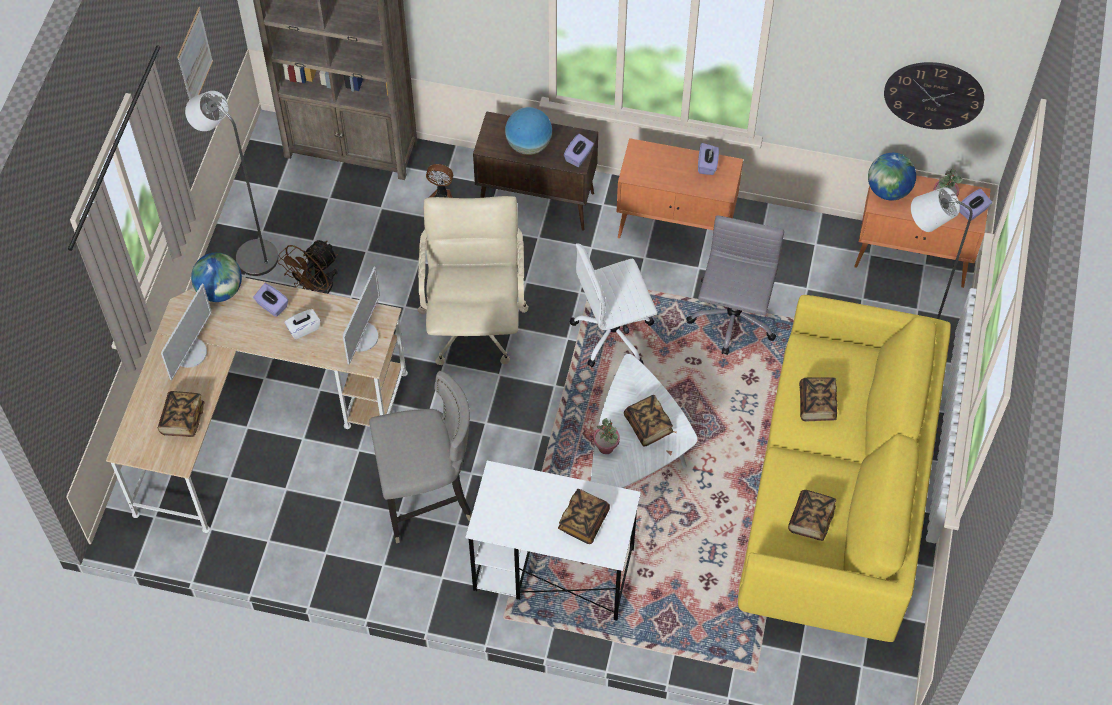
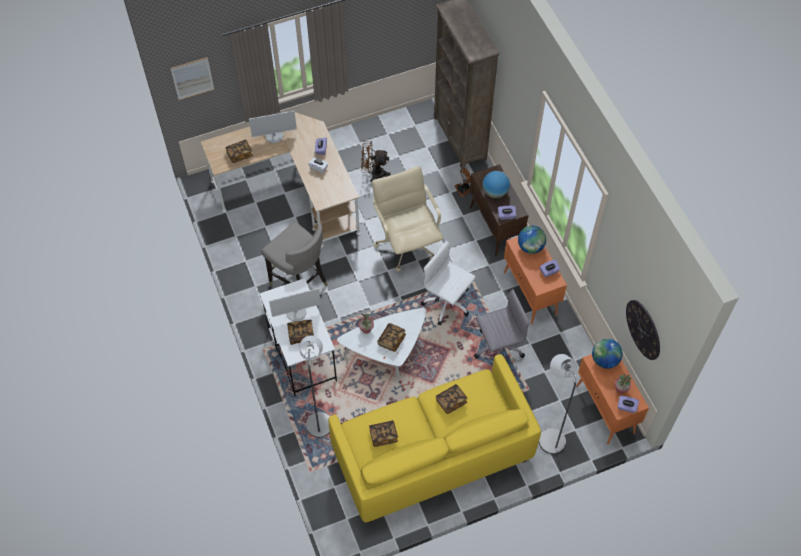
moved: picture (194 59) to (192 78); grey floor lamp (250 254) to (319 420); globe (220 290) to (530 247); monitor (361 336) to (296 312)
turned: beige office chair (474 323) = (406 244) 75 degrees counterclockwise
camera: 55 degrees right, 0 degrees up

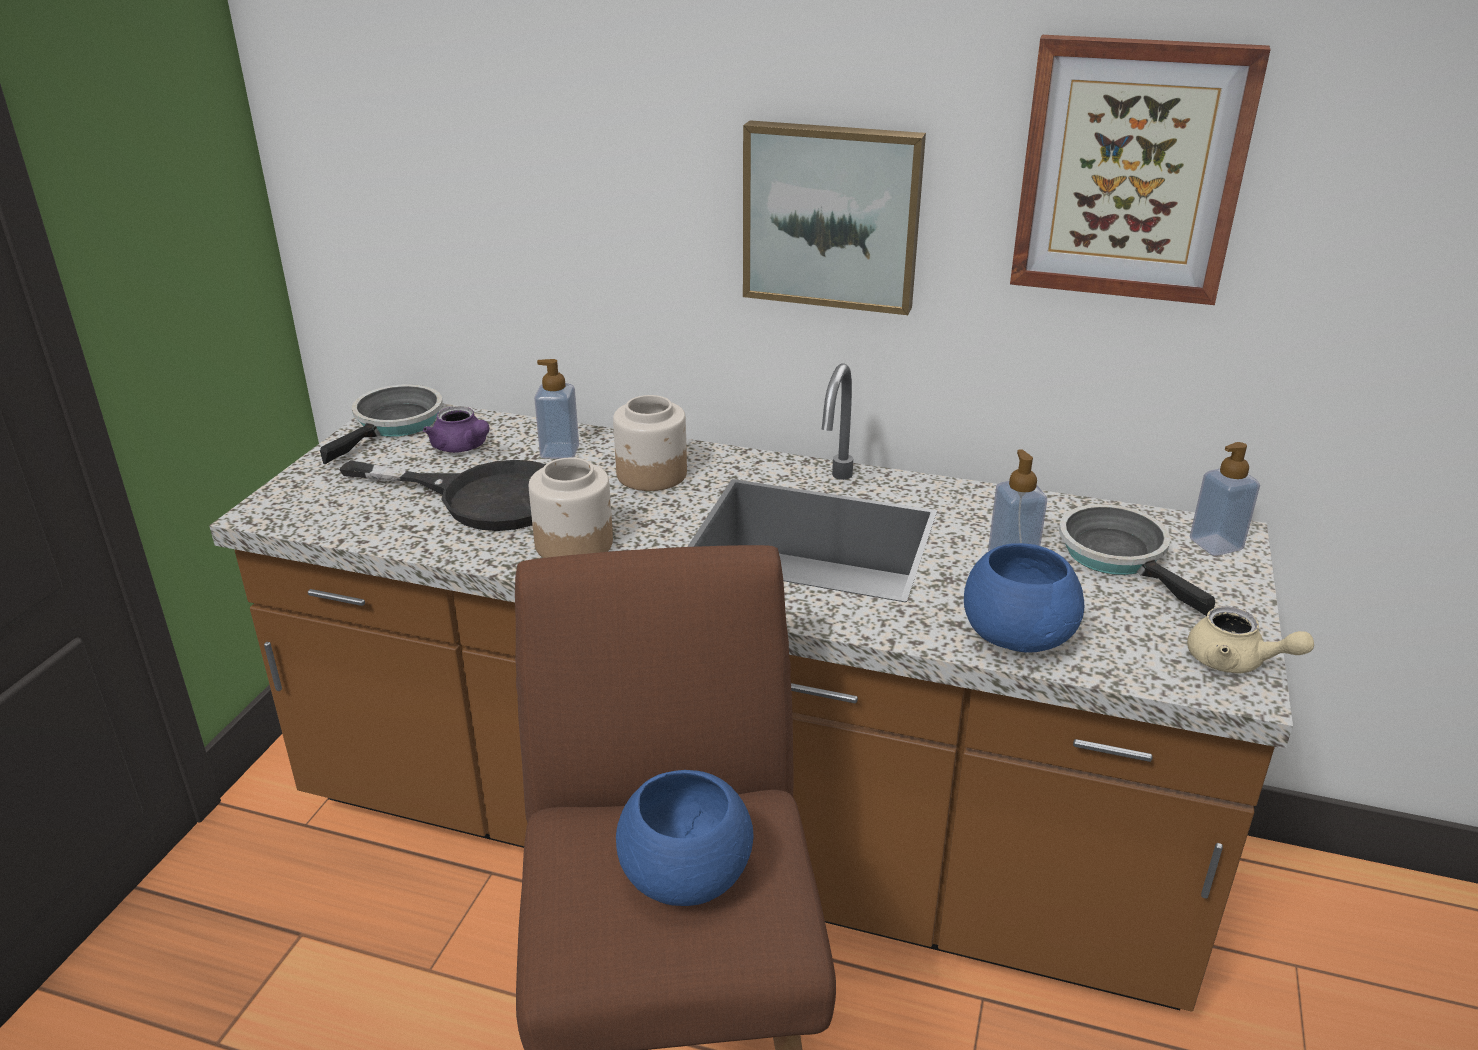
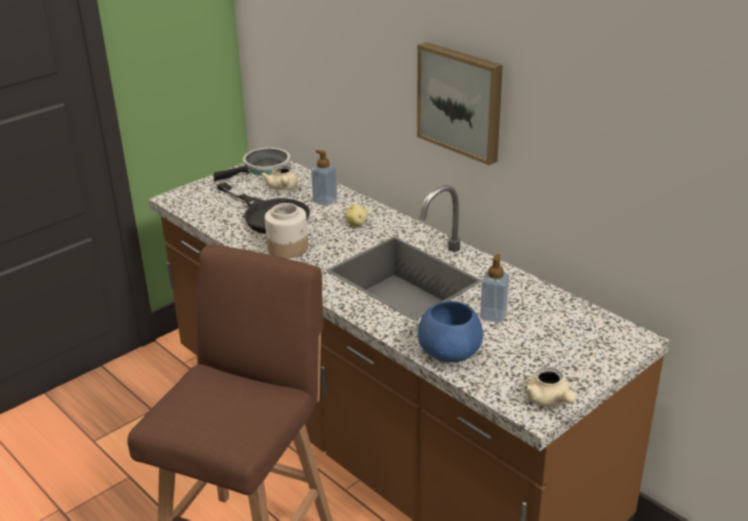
removed: blue bowl (685 876); picture (1130 170); frying pan (1119 556); soap dispenser (1215 544)
replaced: jar (651 475) to potato (357 224)
recoloured: purple teapot (462 448) to beige teapot (282 188)
camera: 30 degrees right, 0 degrees up

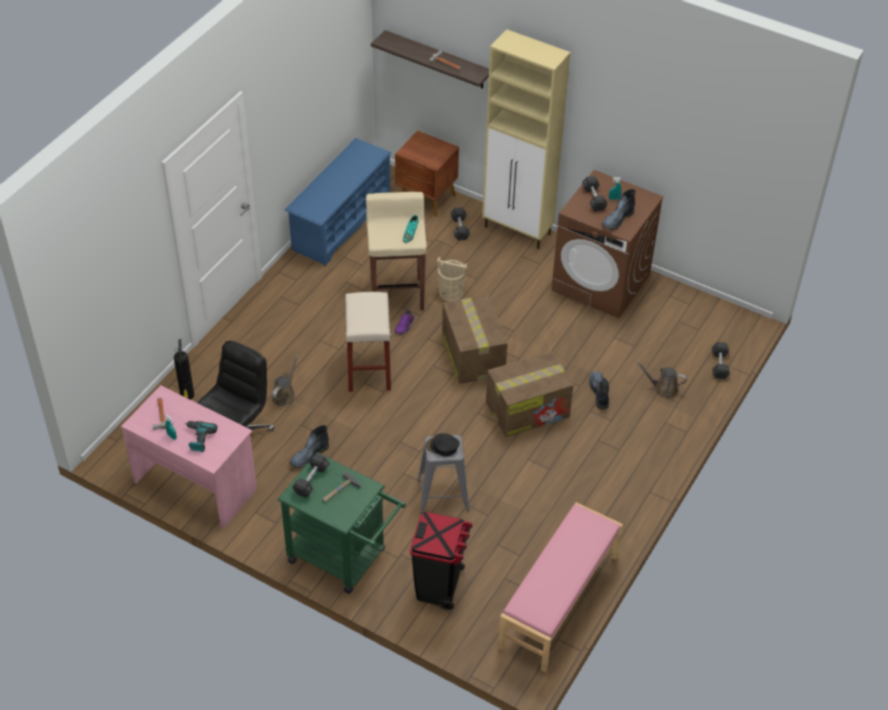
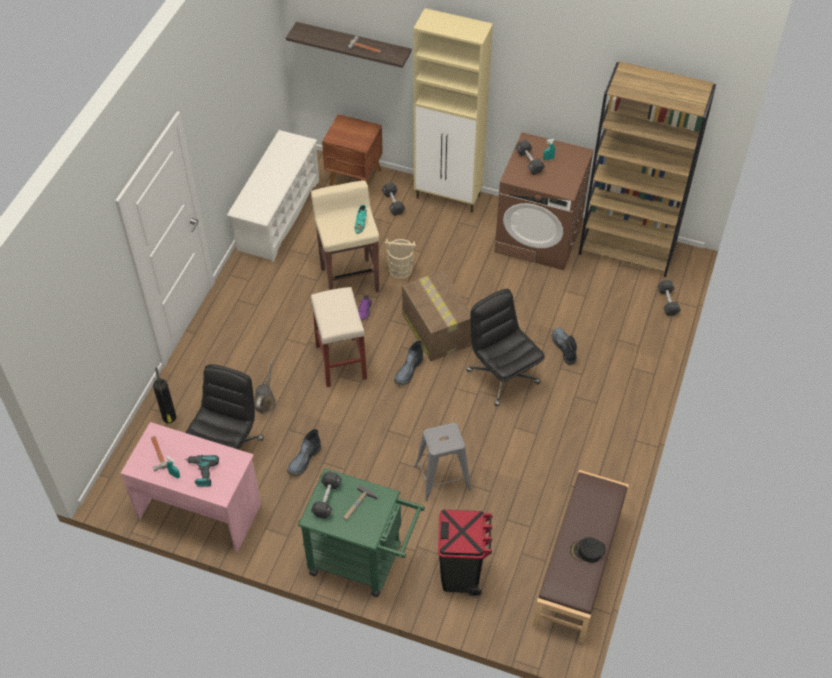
removed: brown watering can (663 389)
added: brown bookcase (628 249)
moved: black cap (442 447) to (587 551); boot (617 220) to (408 371)
replaced: cardboard box (528 409) to black office chair (502 376)
recoloured: blue shoe rack (341 223) to white shoe rack (278 215); pink bench (559 602) to brown bench (579 567)
camera: 10 degrees left, 5 degrees up

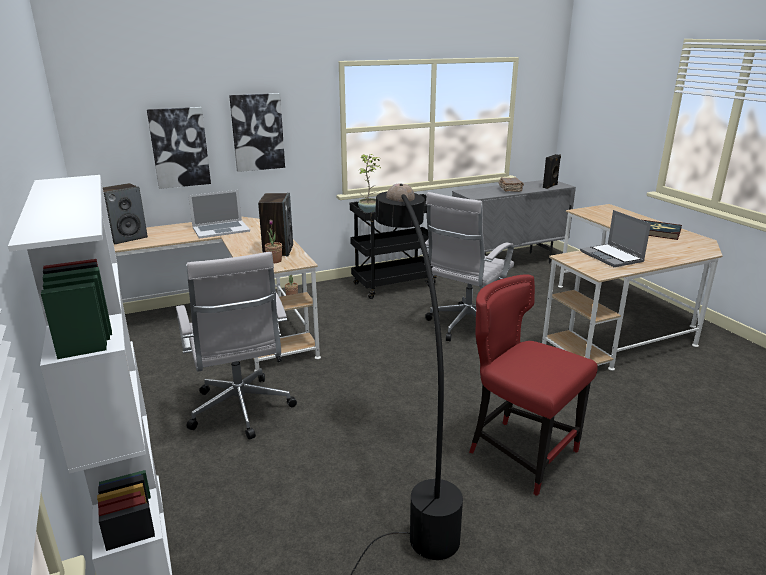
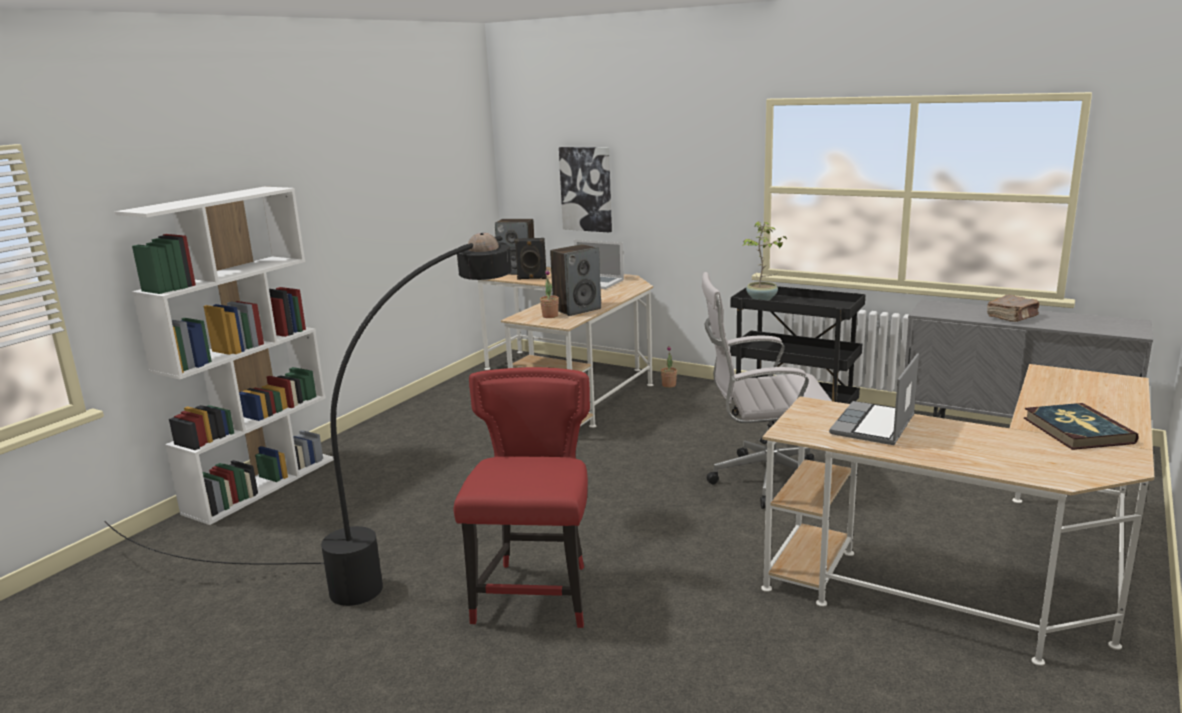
removed: white office chair (241 411); picture (257 132)
moved: black speaker (550 186) to (532 278)
camera: 55 degrees right, 5 degrees down

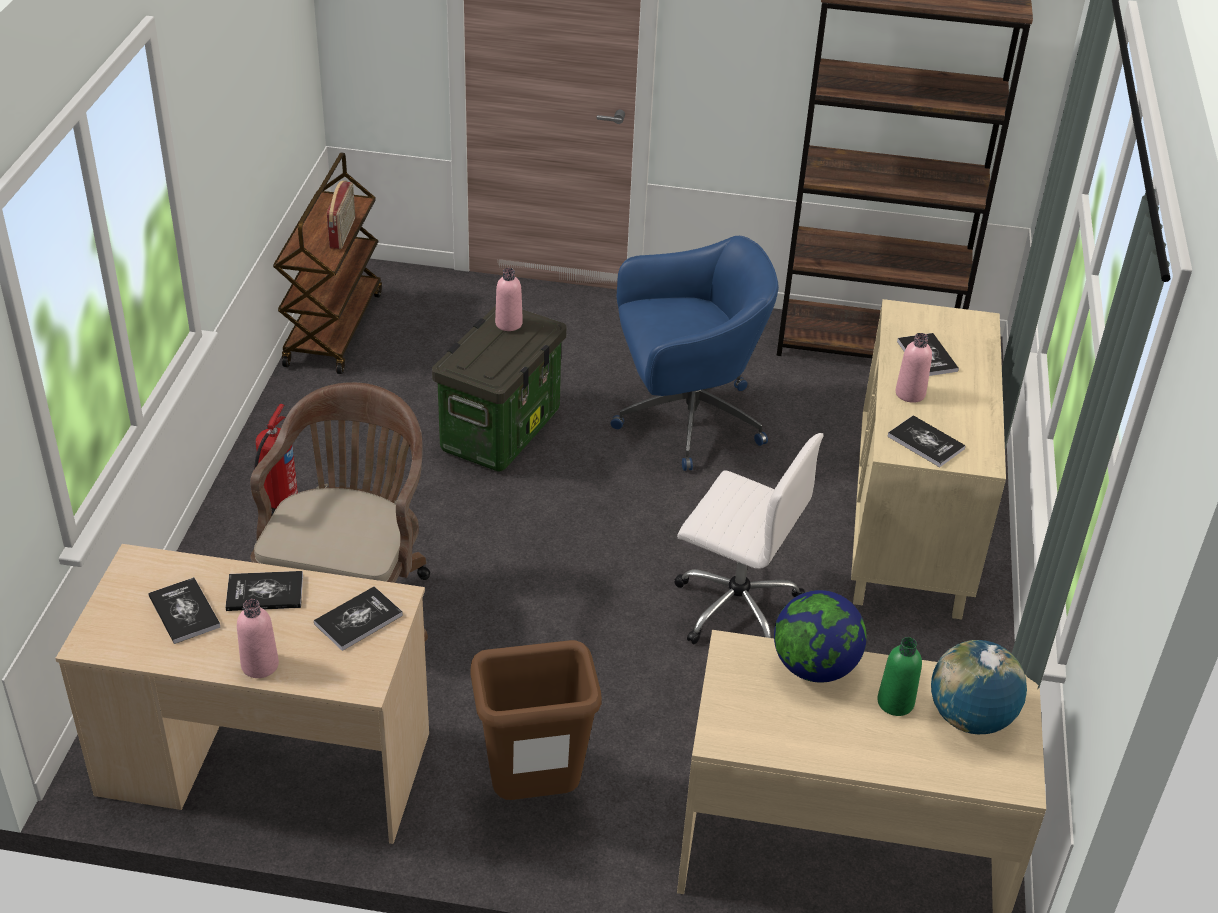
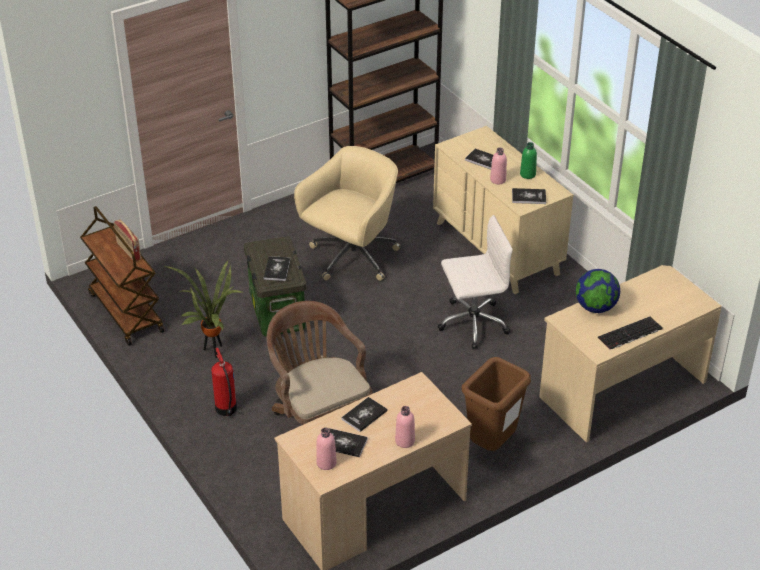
removed: globe (970 718)
added: potted plant (213 350); keyboard (630 334)
moved: book (358 619) to (277 269); pink bottle (508 324) to (326 463); green bottle (895 702) to (527 174)
recoloured: blue office chair (685 420) to beige office chair (351 258)
camera: 40 degrees left, 0 degrees up

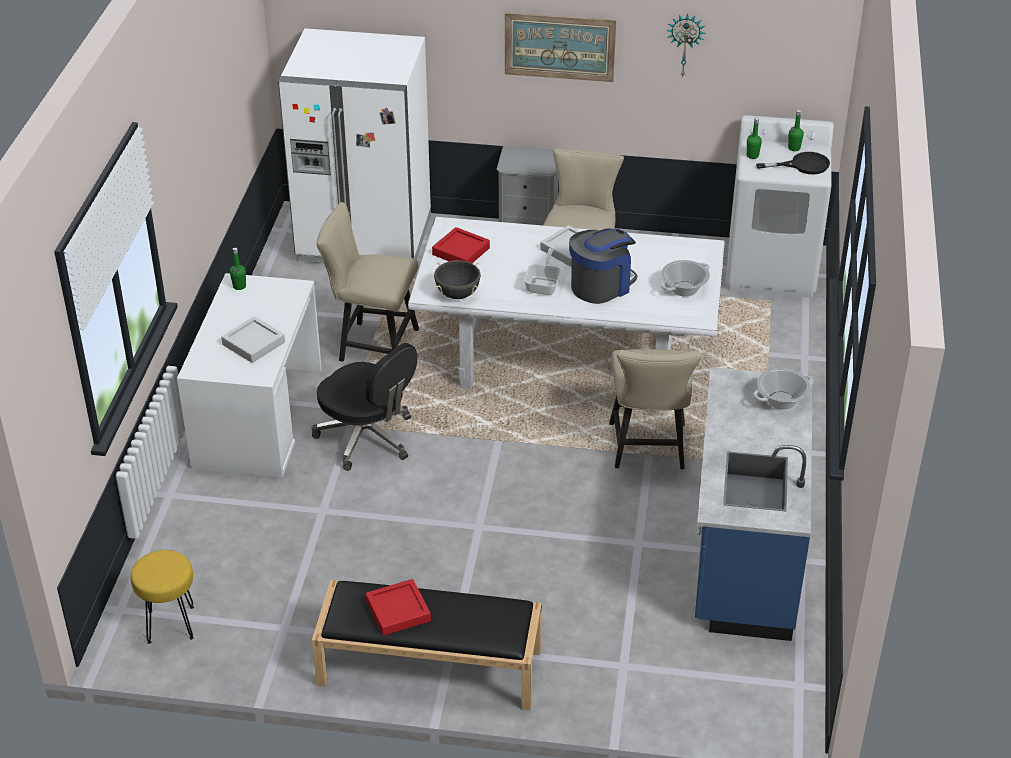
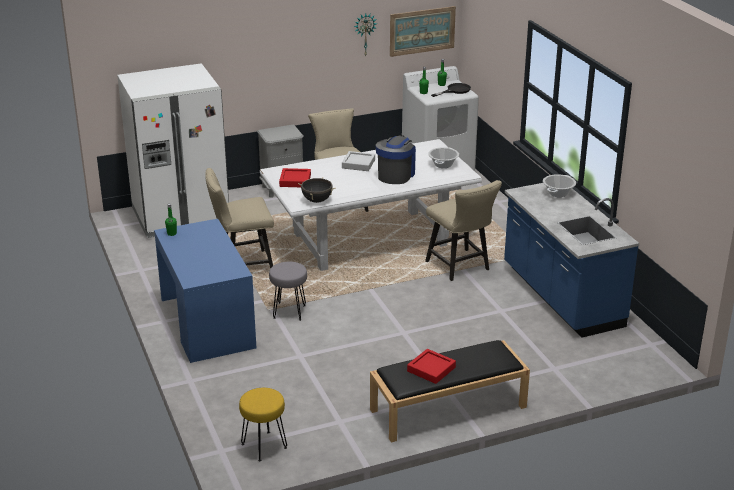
removed: grey tray (253 343); frying pan (544 284)
moved: picture (559 46) to (422 31)
replaced: black office chair (367 438) to grey stool (289 312)
recoloured: white desk (258 417) to blue desk (207 323)
camera: 30 degrees left, 10 degrees down

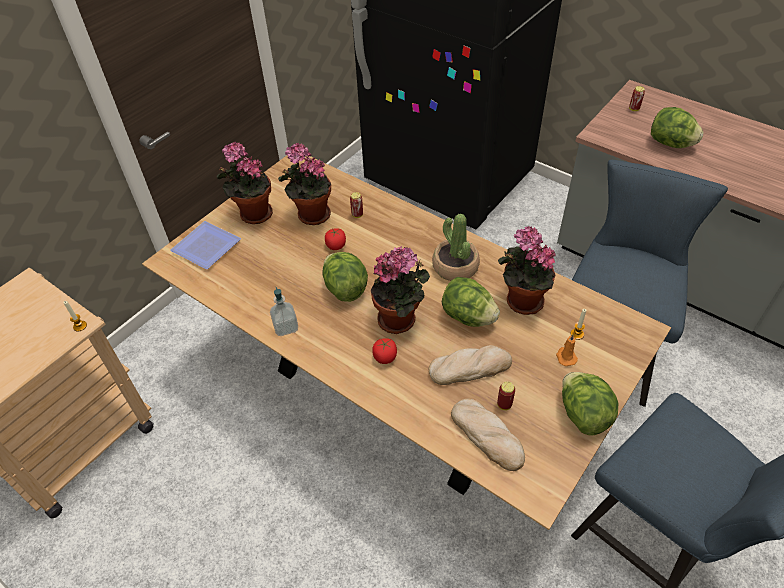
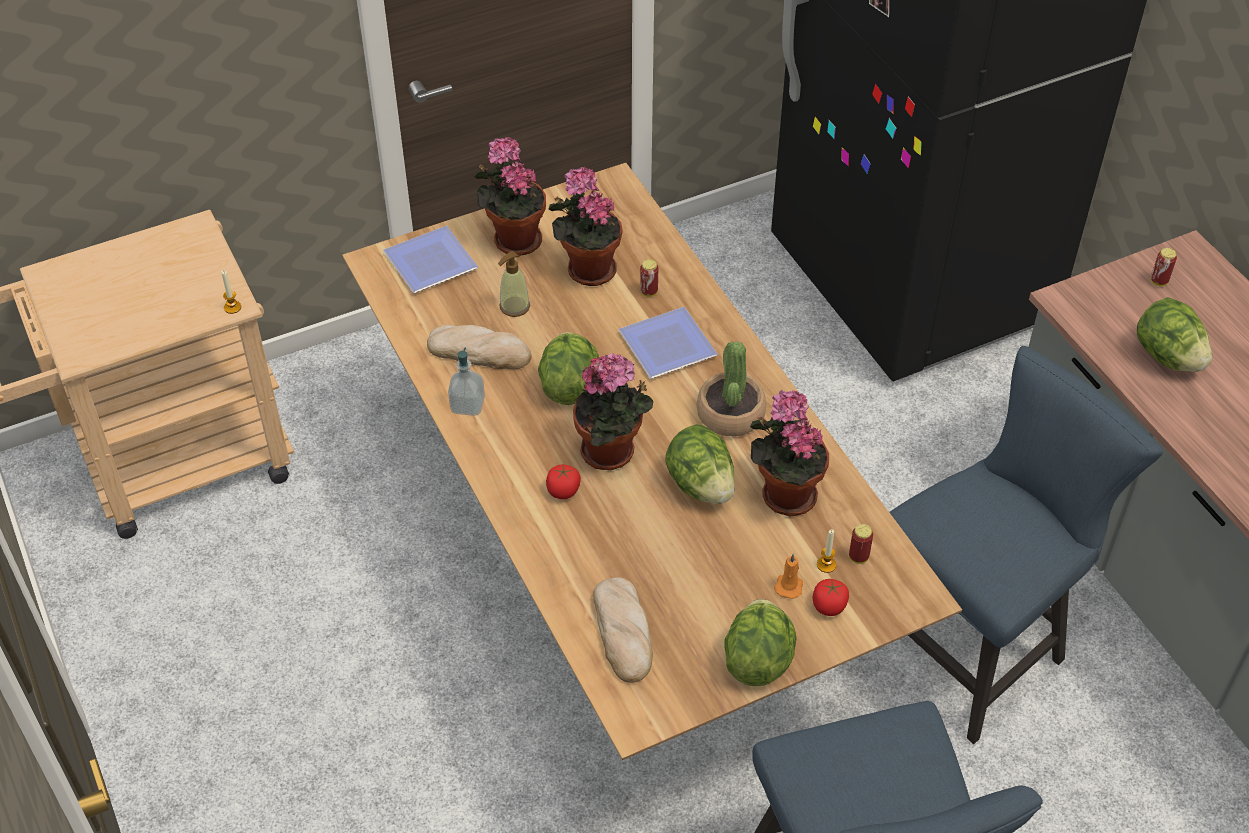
added: soap dispenser (514 307); plate (664 345)
moved: tomato (336 245) to (829 606); bread (470 367) to (479 351); can (504 404) to (858 557)
camera: 25 degrees right, 0 degrees up

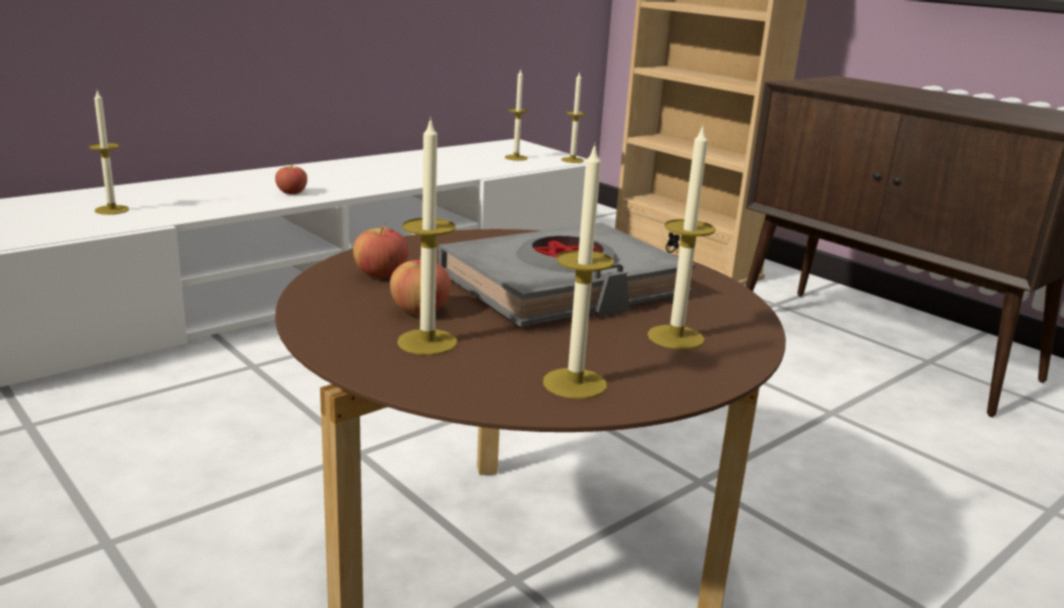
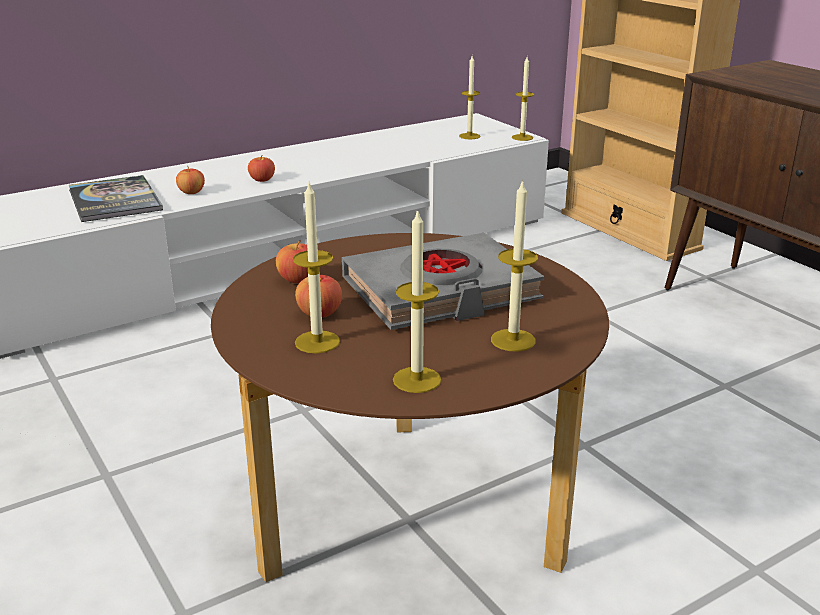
added: apple (191 192)
replaced: candle (112 210) to book (114 200)
camera: 10 degrees right, 5 degrees up

